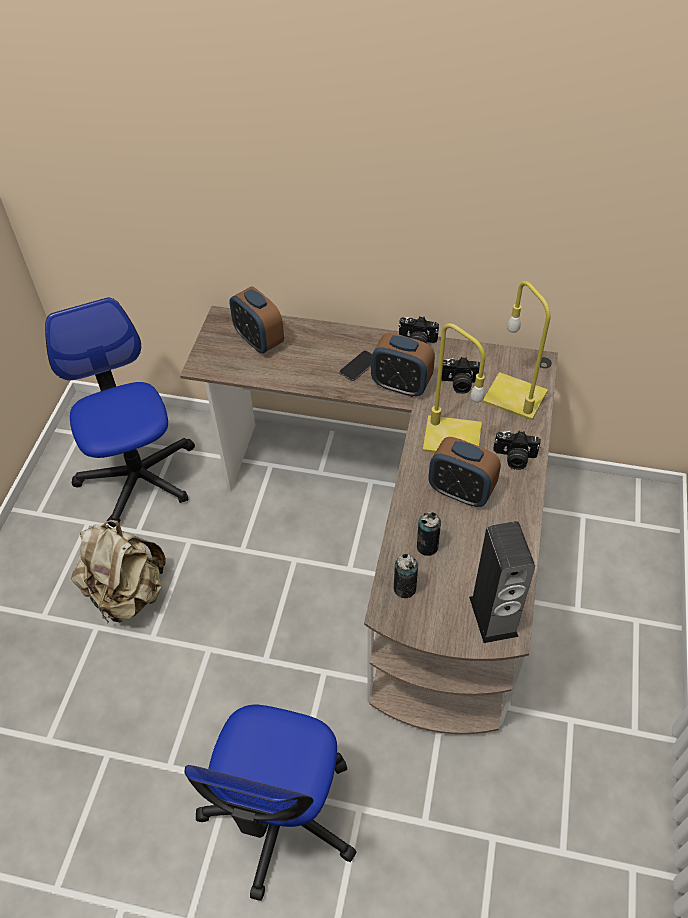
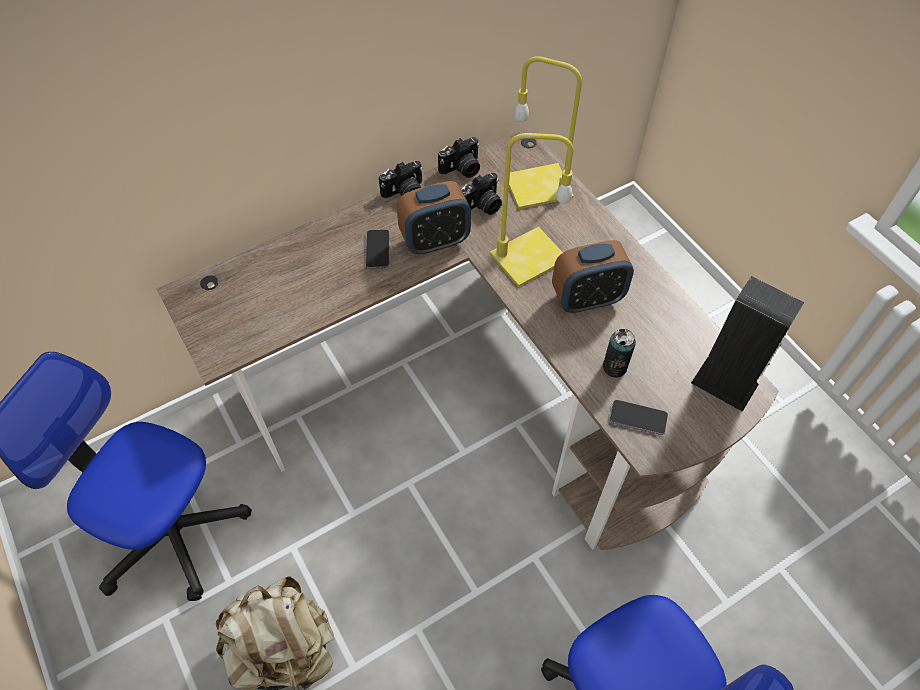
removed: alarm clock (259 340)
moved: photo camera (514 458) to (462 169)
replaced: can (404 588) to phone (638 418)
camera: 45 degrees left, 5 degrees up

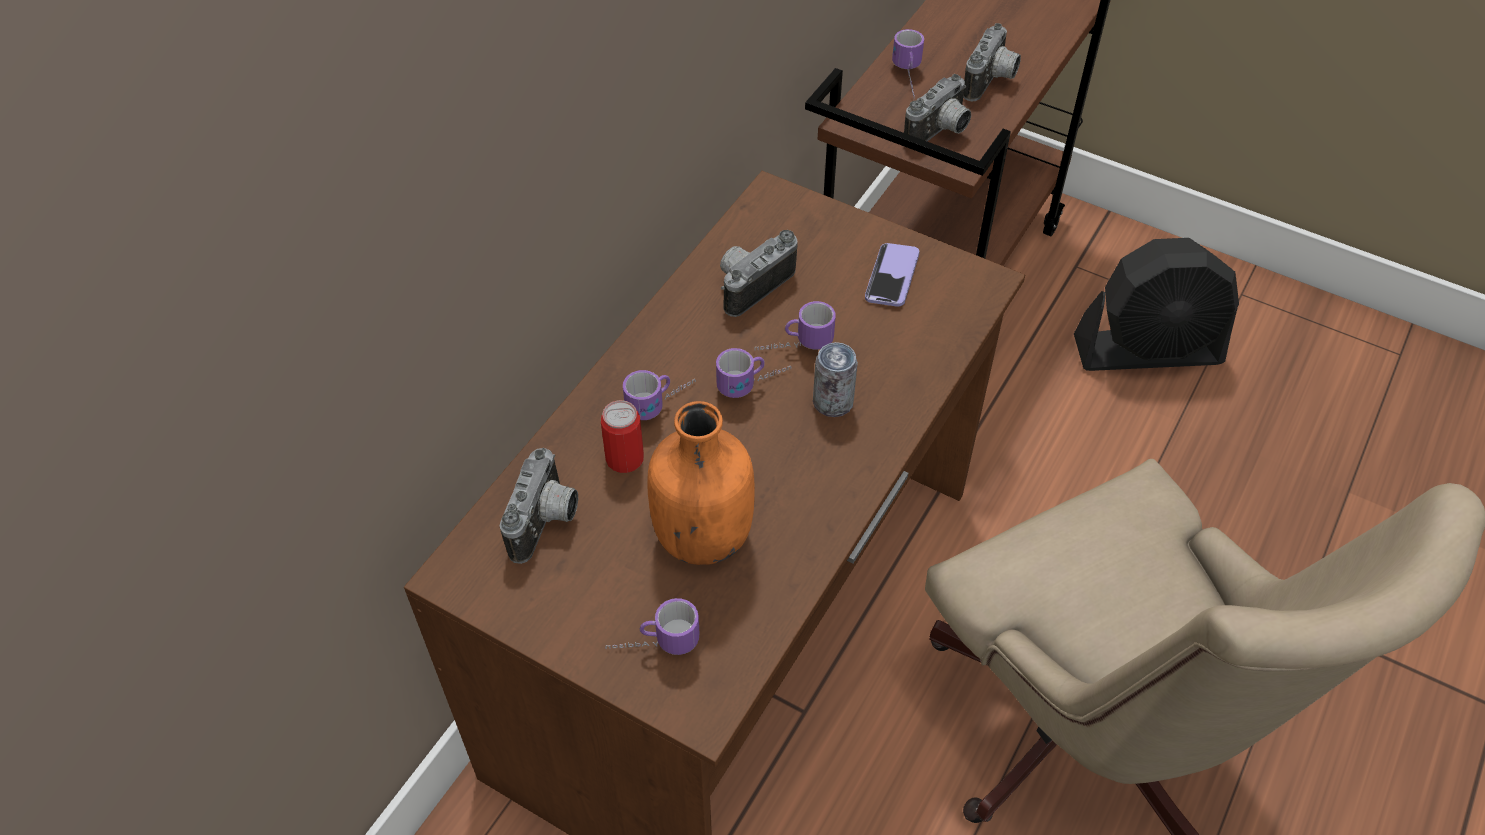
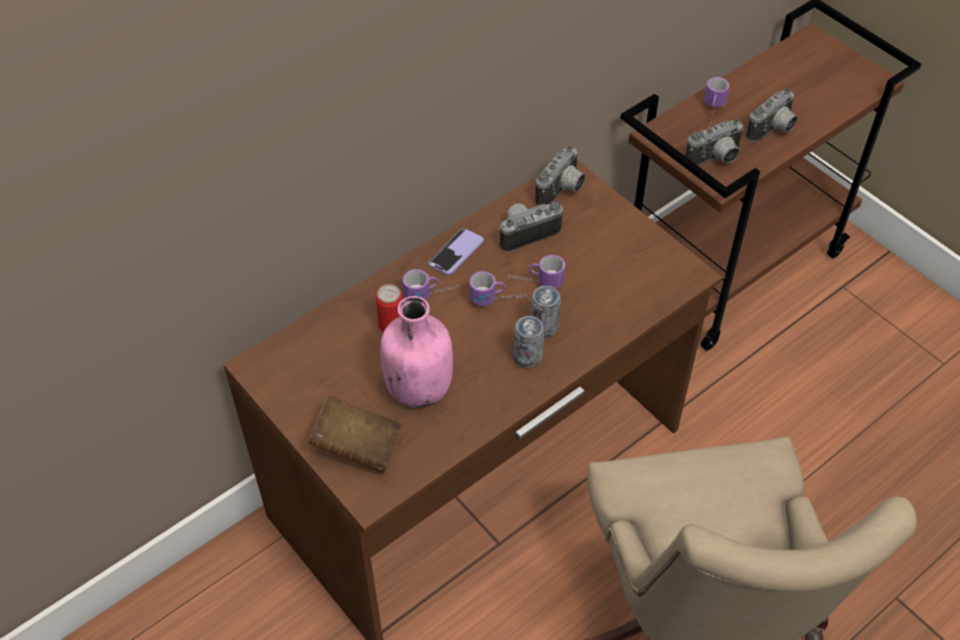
removed: black fan (1148 350)
added: can (527 357)
moved: photo camera (547 522) to (562 191); phone (892 277) to (456 253)
replaced: mug (652 645) to brown book (357 446)
recoloured: orange bottle (702 534) to pink bottle (419 387)
camera: 20 degrees right, 0 degrees up

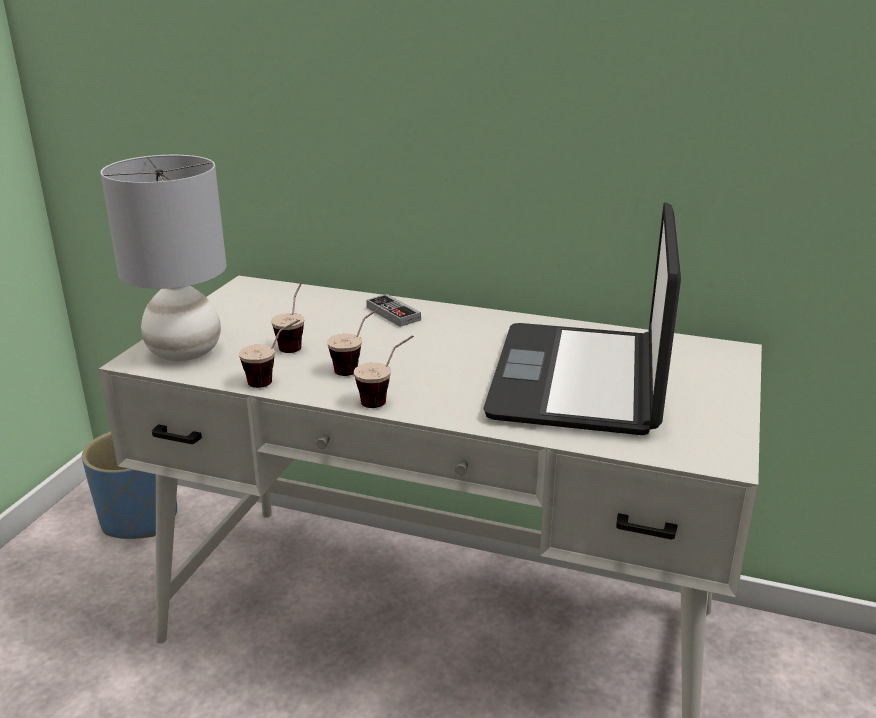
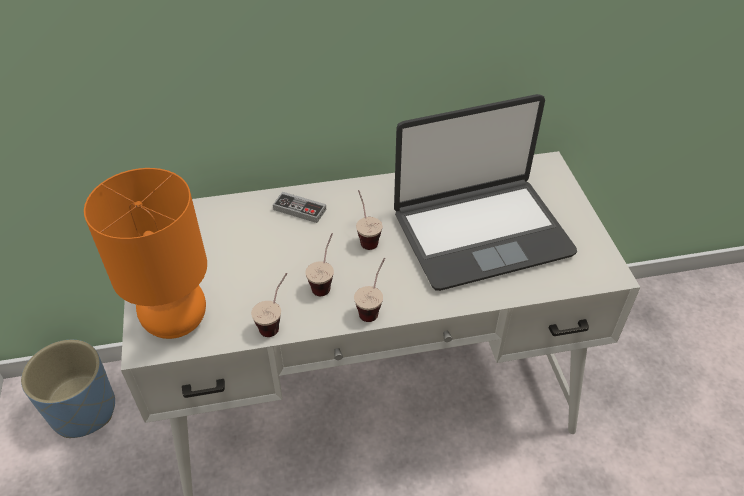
moved: cup (294 343) to (366 236)
recoloured: grey table lamp (186 352) to orange table lamp (177 320)
turned: laptop (580 380) = (481 232) 90 degrees counterclockwise
camera: 30 degrees left, 20 degrees up

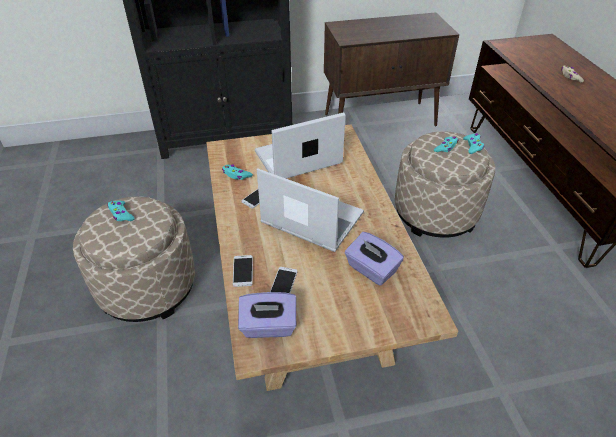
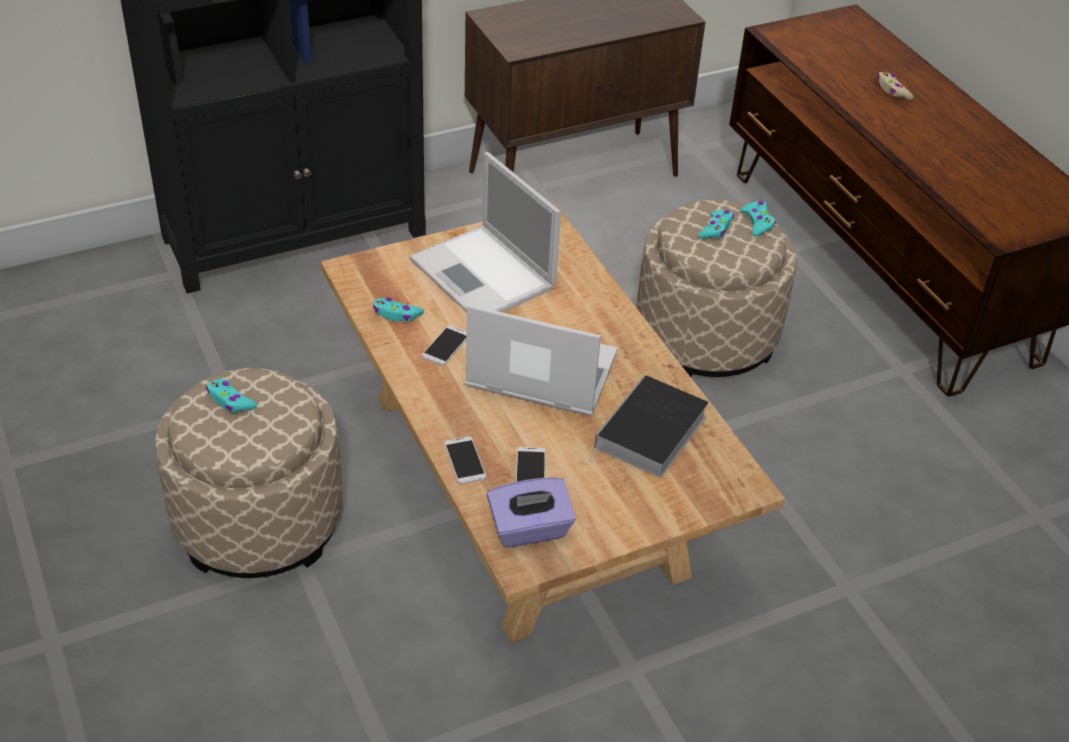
replaced: purple tissue box (371 269) to book (650 434)
turned: laptop (296 158) = (484 275) 90 degrees counterclockwise
camera: 15 degrees left, 0 degrees up

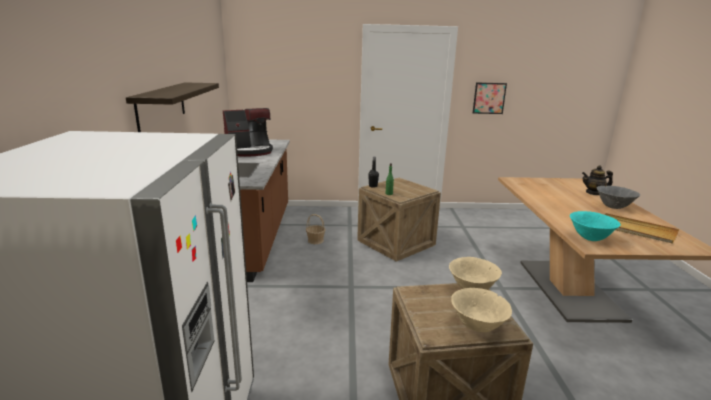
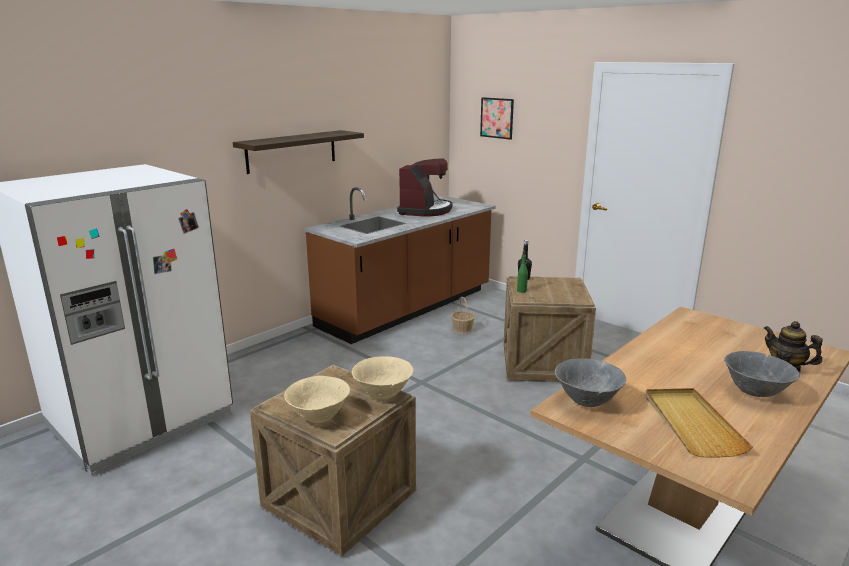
moved: picture (489 98) to (497 118)
recoloured: turquoise bowl (590 238) to grey bowl (588 402)
turned: coffee machine (249 151) = (425 210) 90 degrees counterclockwise
camera: 45 degrees right, 0 degrees up

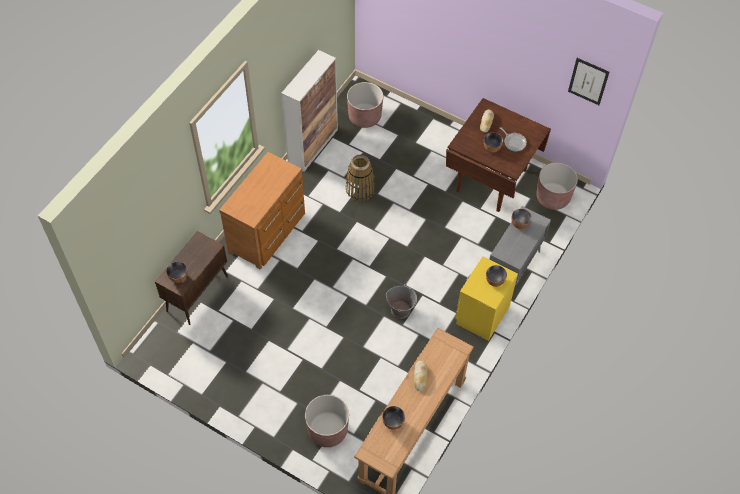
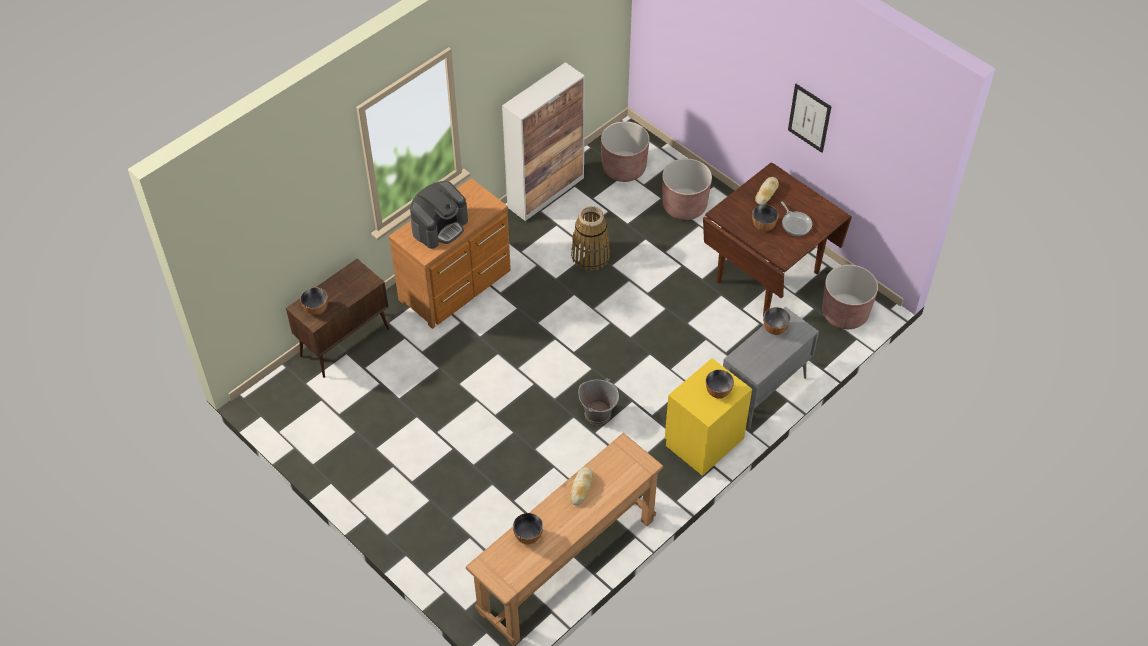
added: coffee machine (440 226)
moved: brown planter (327 430) to (684 206); picture (588 81) to (809 118)
camera: 15 degrees right, 5 degrees down

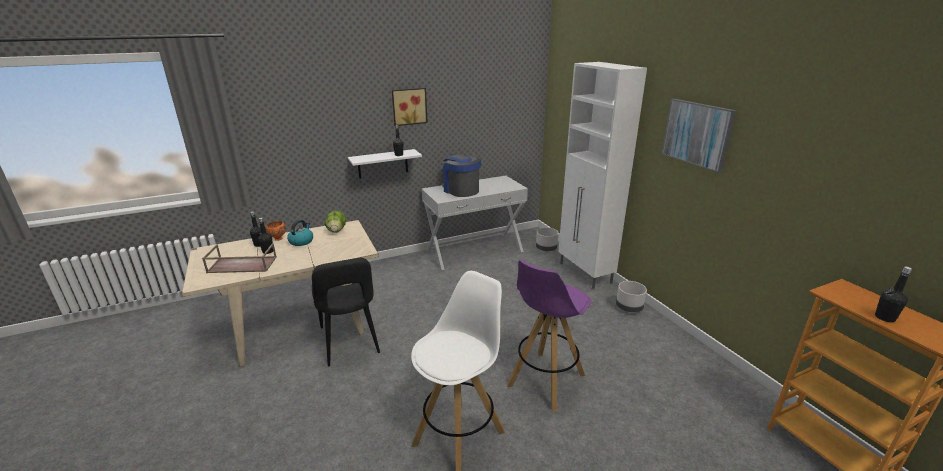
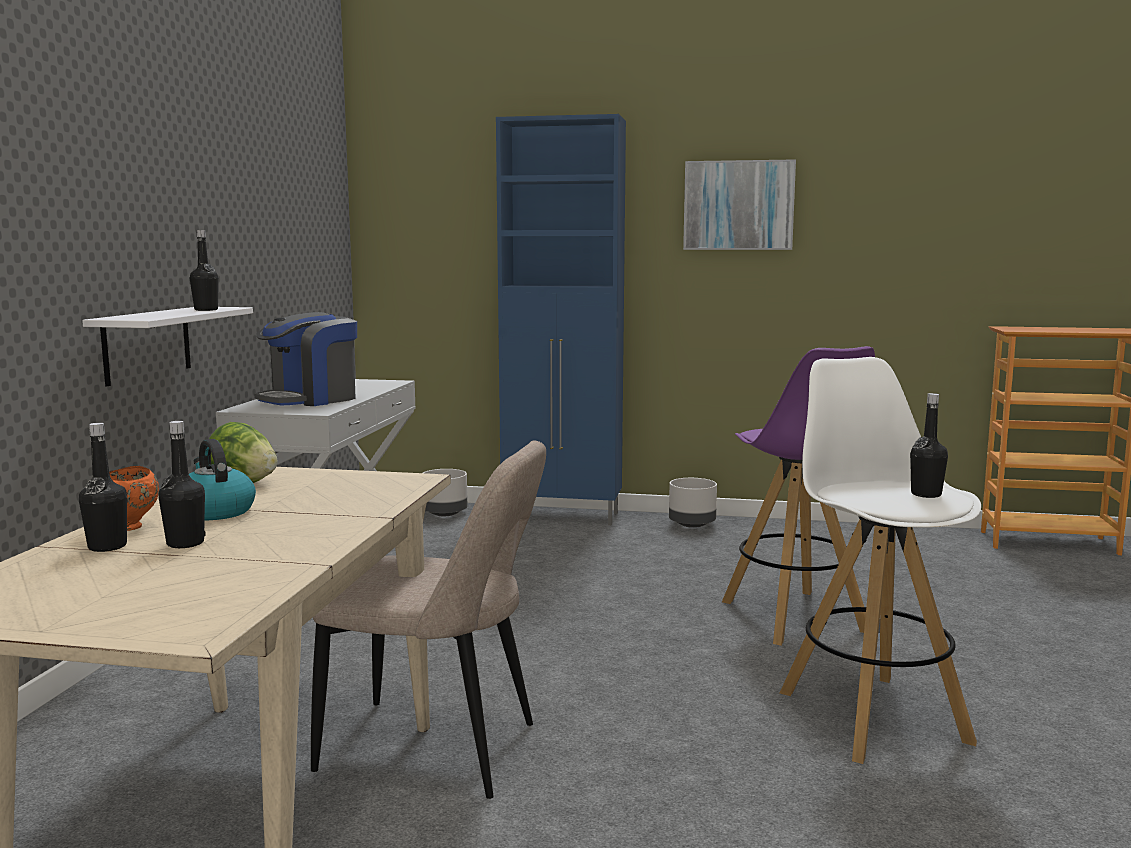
removed: brown tray (241 265); picture (409 106)
moved: black bottle (884 318) to (926 494)
recoloured: black chair (350 342) to beige chair (438 749); white cabinet (585 273) to blue cabinet (563 516)
turned: coffee machine (461 190) = (310 399) 45 degrees counterclockwise
camera: 55 degrees left, 15 degrees down

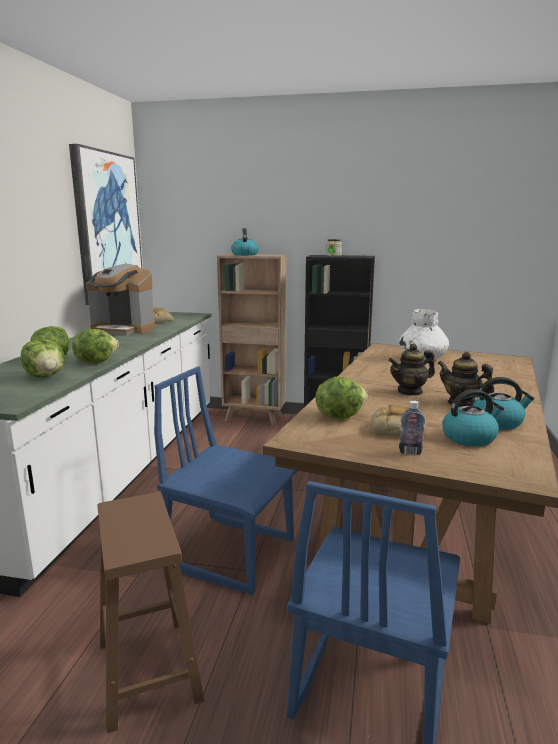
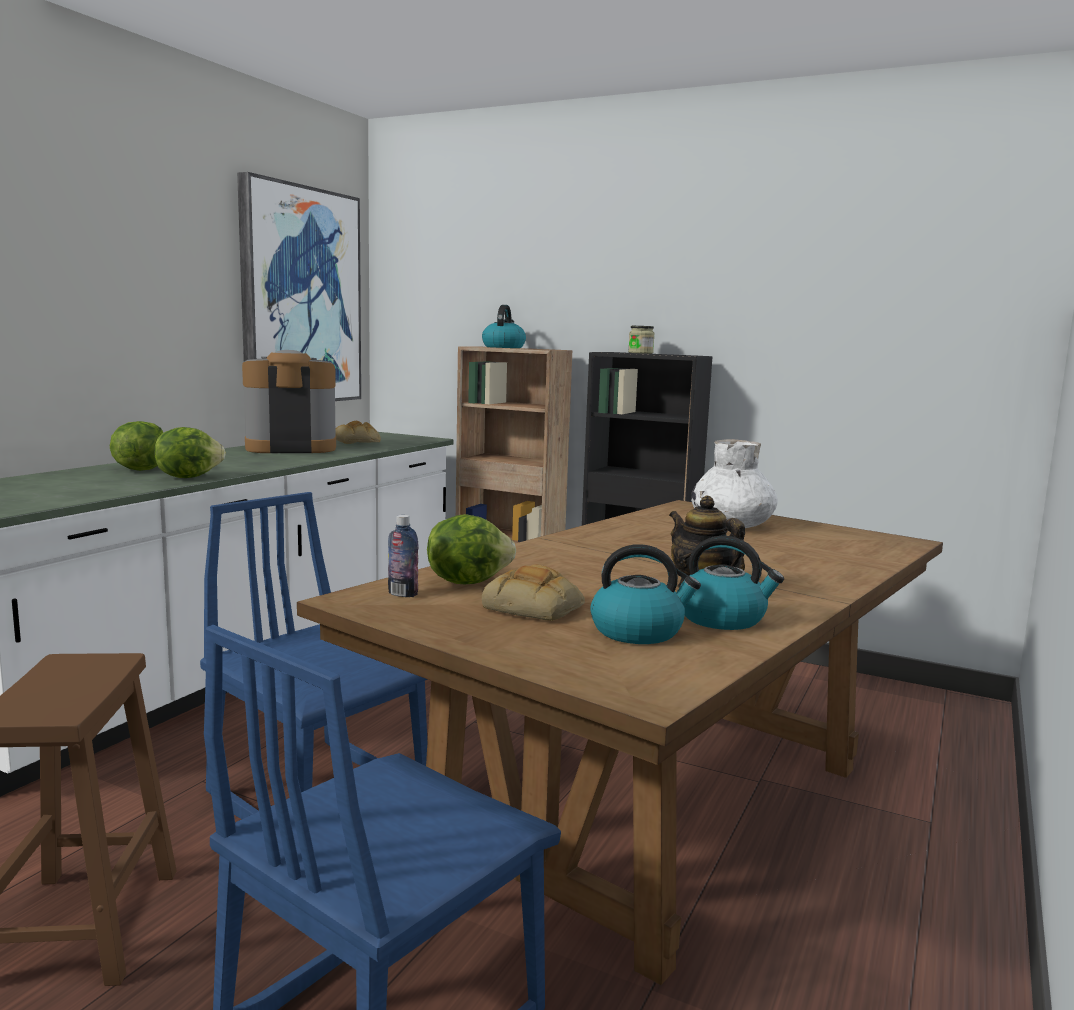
removed: lettuce (46 376); teapot (410 391)
moved: bottle (410 452) to (403 594)
turned: coffee machine (123 330) = (290 448) 135 degrees clockwise
camera: 15 degrees right, 5 degrees down

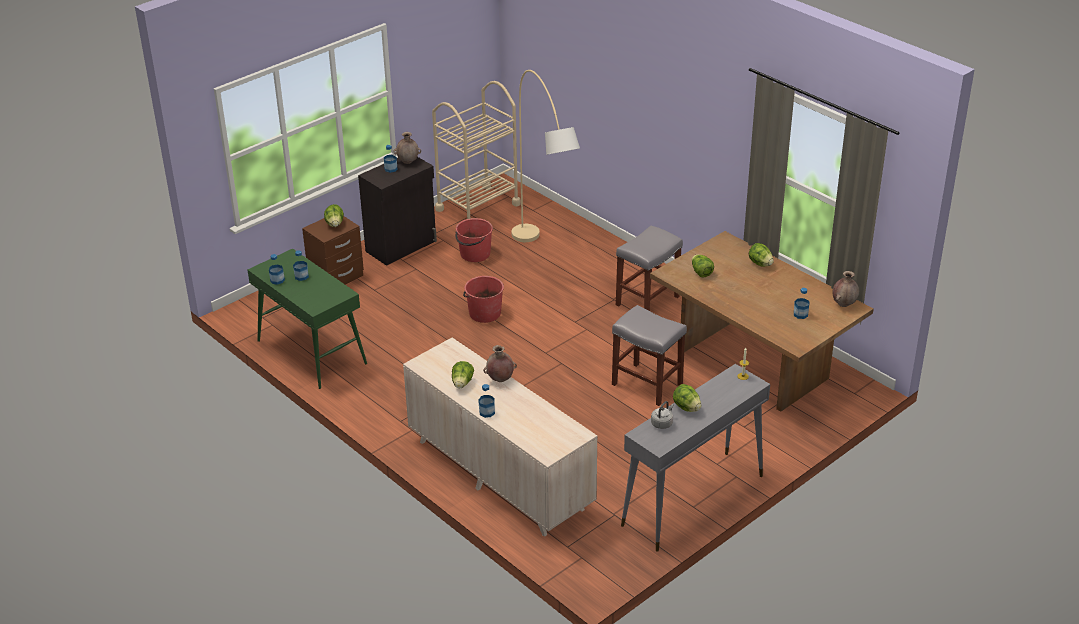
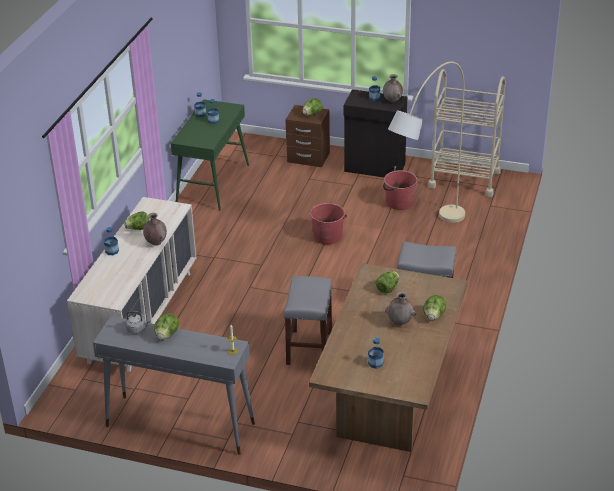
moved: brown vase (844 304) to (400 322)
camera: 60 degrees right, 0 degrees up

